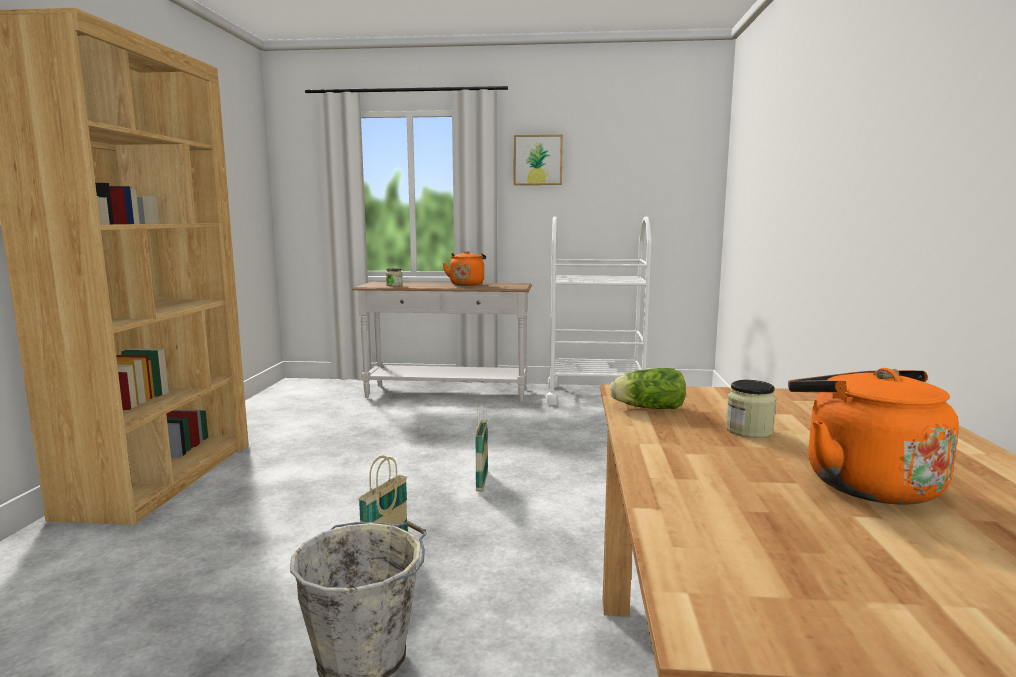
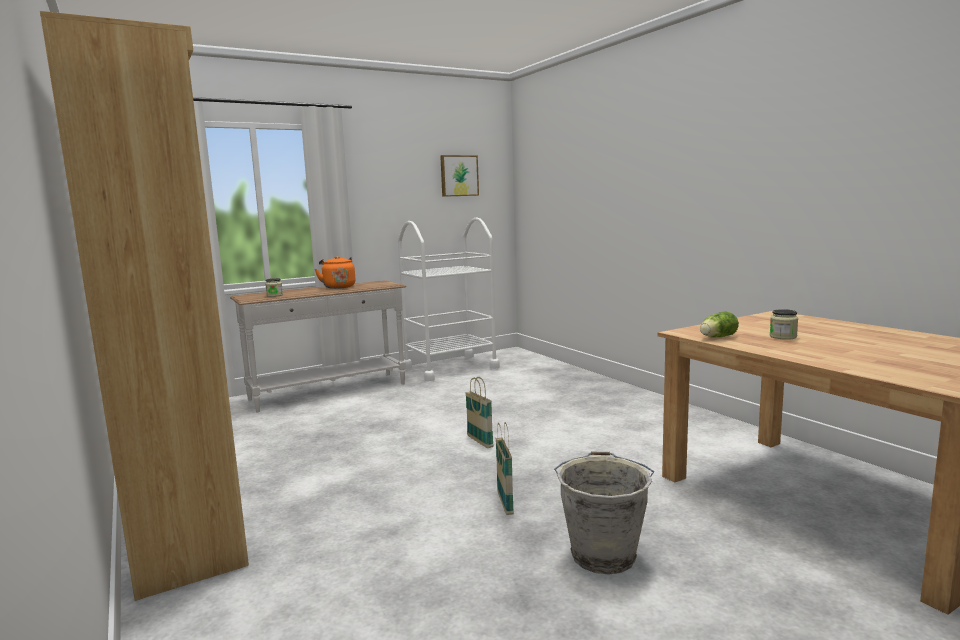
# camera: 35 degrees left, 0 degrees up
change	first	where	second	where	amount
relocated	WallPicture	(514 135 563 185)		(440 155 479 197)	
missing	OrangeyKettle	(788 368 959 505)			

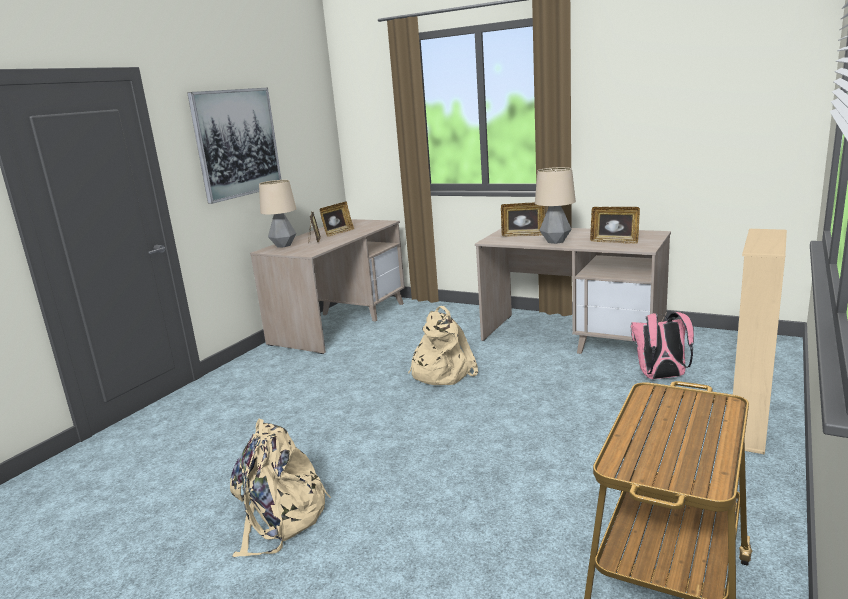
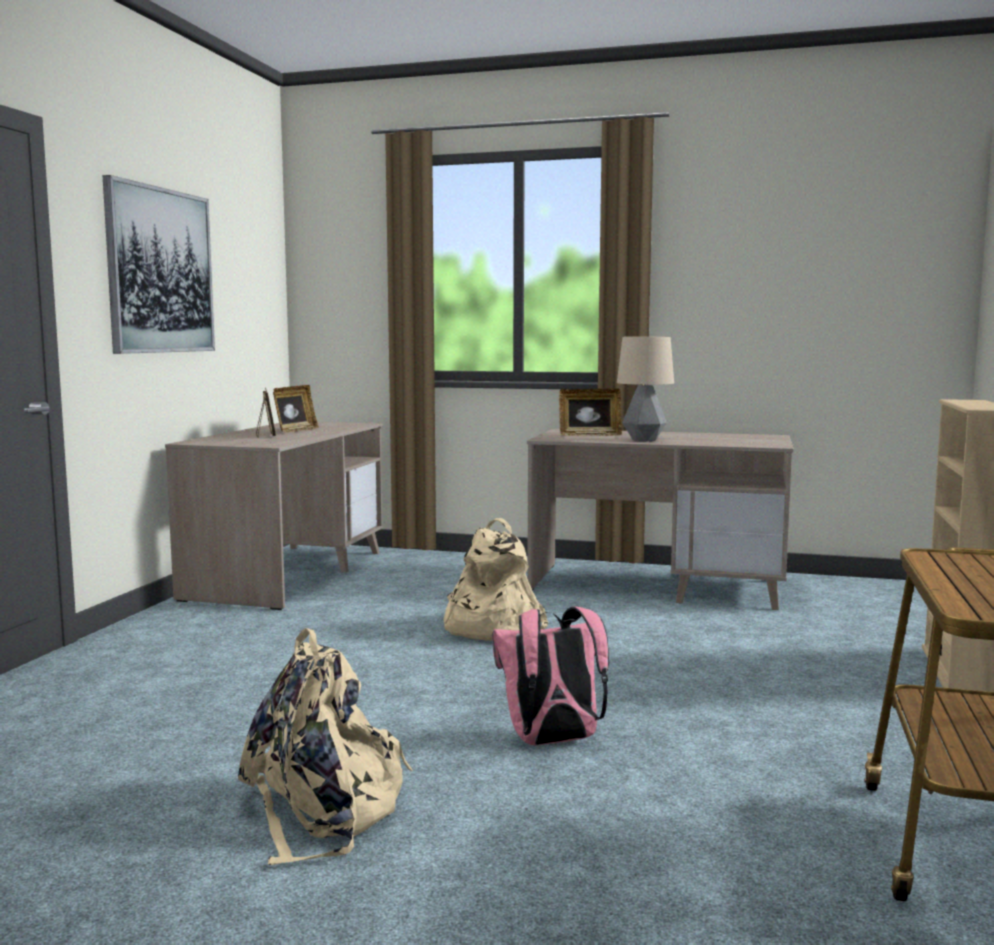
# camera: 15 degrees left, 10 degrees down
change	first	where	second	where	amount
relocated	PinkColouredKnapsack	(630 312 694 379)		(492 607 609 746)	
missing	TableLamp	(259 180 296 247)			
missing	PhotoFrame	(590 207 640 244)			

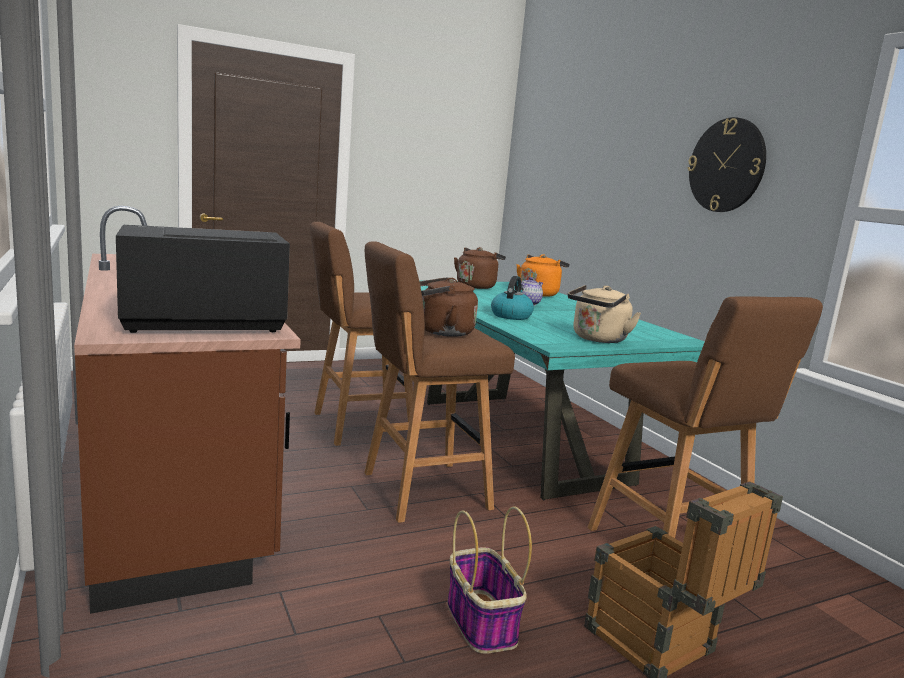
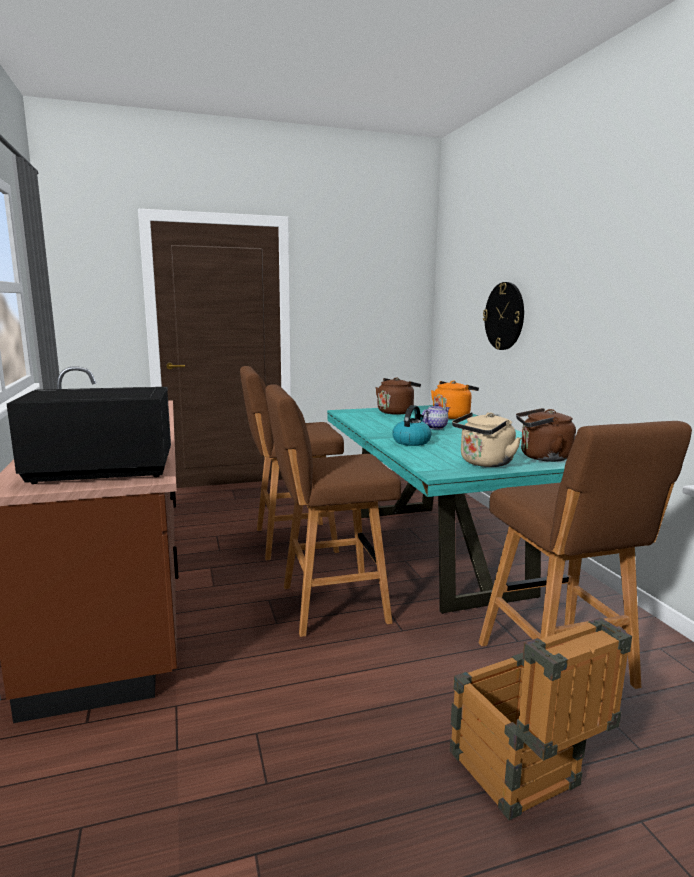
# camera: 10 degrees right, 0 degrees up
change	first	where	second	where	amount
relocated	HangingClock	(688 117 766 212)		(483 282 524 350)	
relocated	BrownColouredKettle	(420 277 478 337)		(516 408 576 462)	
missing	Basket	(447 506 532 654)			

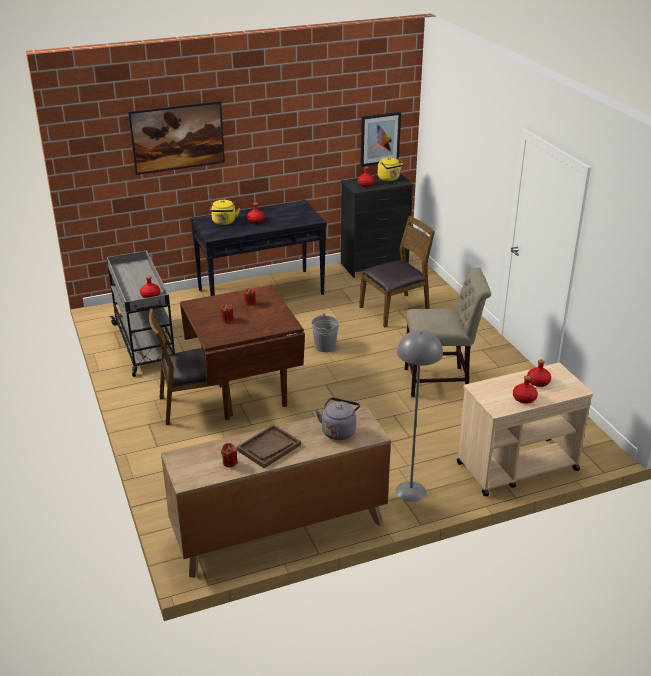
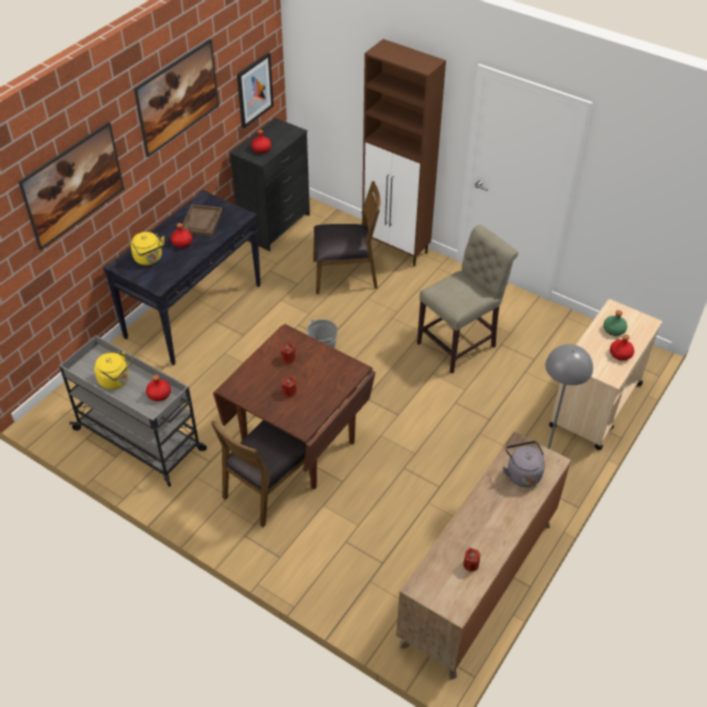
# camera: 35 degrees left, 15 degrees up
change	first	where	second	where	amount
relocated	YellowKettle	(378 158 404 181)		(94 351 132 389)	
appeared			WallPicture	(134 39 219 157)	
relocated	BrownColouredCarryingTray	(237 424 301 468)		(182 204 222 236)	
spun	BrownColouredChair	(359 216 435 327)		(313 181 380 294)	60 degrees clockwise
appeared			BrownColouredCabinet	(362 39 446 267)	
colour	ReddishBottle	(527 360 551 387)	GreenColouredBottle	(603 310 627 336)	

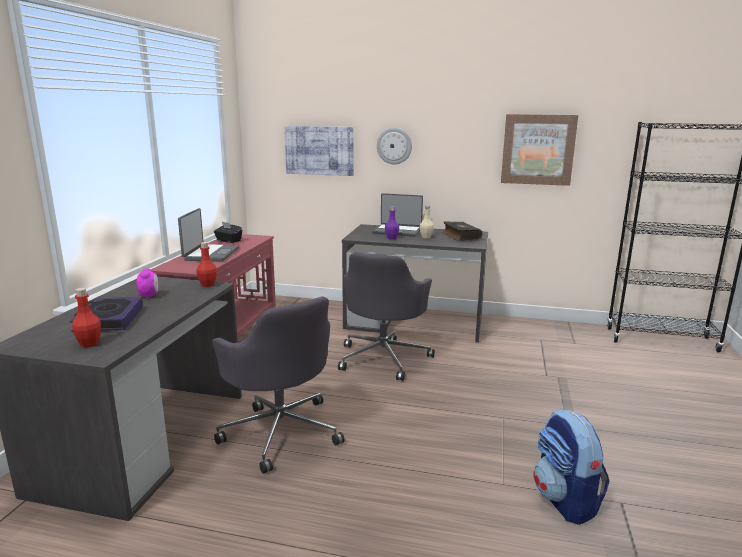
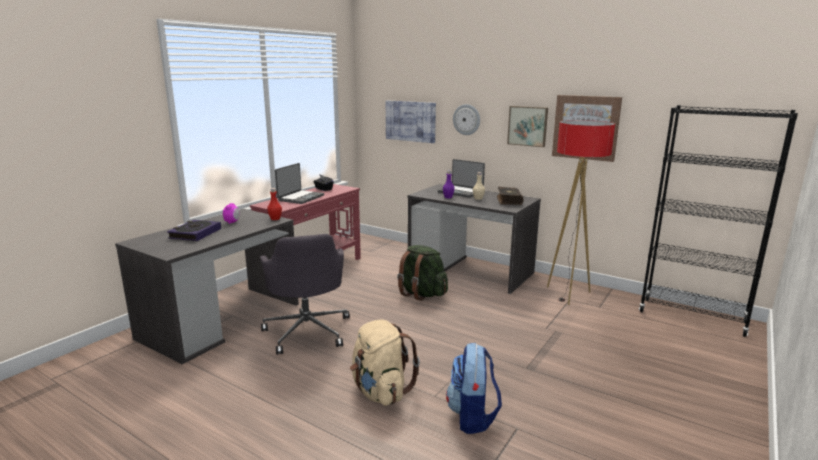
# camera: 20 degrees right, 0 degrees up
change	first	where	second	where	amount
appeared			BeigeKnapsack	(350 320 420 406)	
exchanged	GreyDeskChair	(338 252 435 381)	GreenColouredKnapsack	(397 245 448 301)	
appeared			WallPicture	(507 106 548 147)	
appeared			StandardLamp	(547 120 615 305)	
missing	ReddishBottle	(72 288 101 347)			

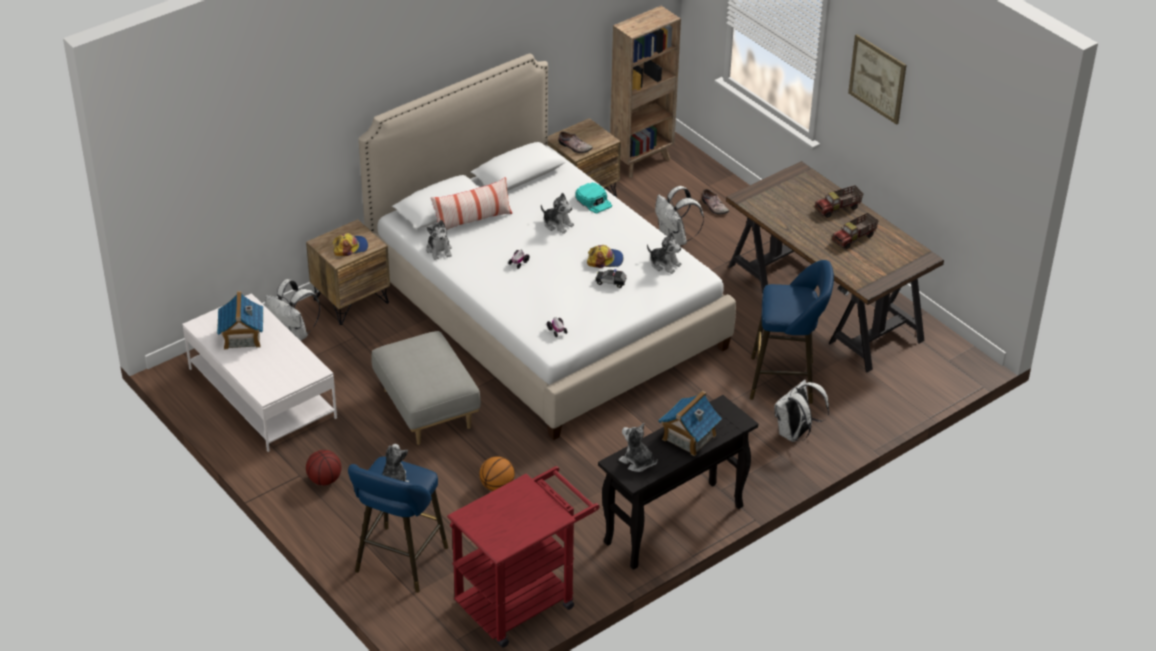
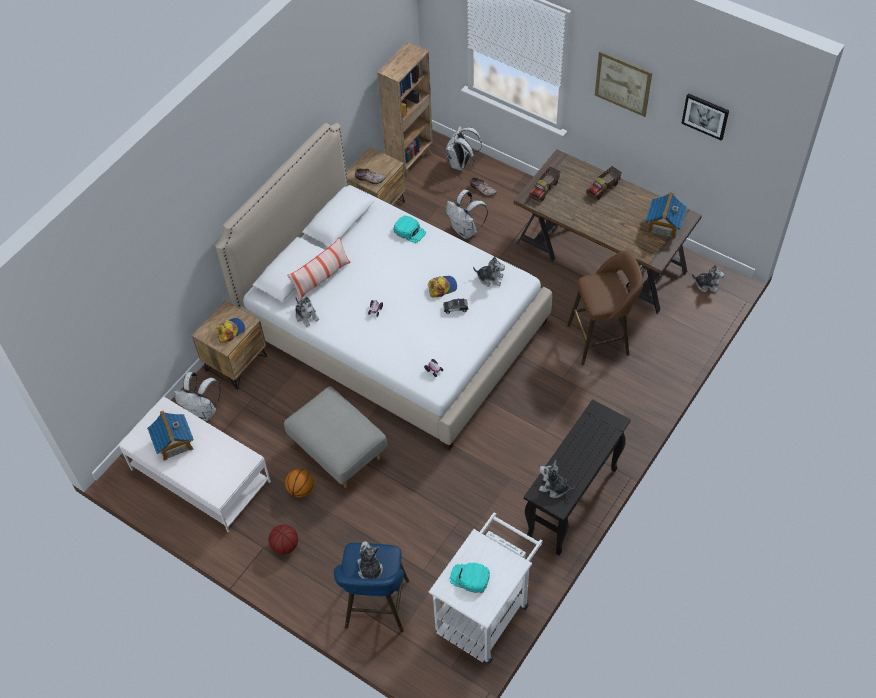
# camera: 15 degrees left, 15 degrees up
change	first	where	second	where	amount
relocated	BasketballBall	(480 456 515 491)		(285 469 313 497)	
colour	ReddishCart	(447 466 600 648)	WhiteCart	(428 513 543 664)	
relocated	WhiteKnapsack	(774 380 829 442)		(446 126 482 171)	
appeared			BlueGreenBaseballCap	(449 562 490 593)	
relocated	ModelTruck	(832 213 879 249)		(529 166 561 202)	
colour	BlueColouredStoolSeat	(750 260 834 404)	BrownColouredStoolSeat	(567 251 643 365)	
relocated	ModelHouse	(658 391 722 456)		(645 191 687 239)	
appeared			WallPicture	(681 93 729 140)	
relocated	CuddlyToy	(541 193 574 234)		(692 264 724 293)	

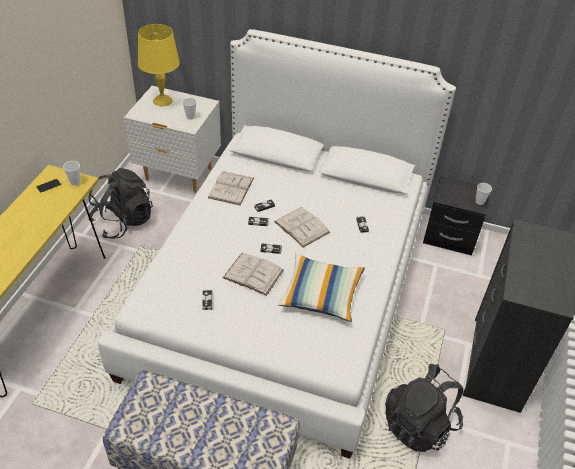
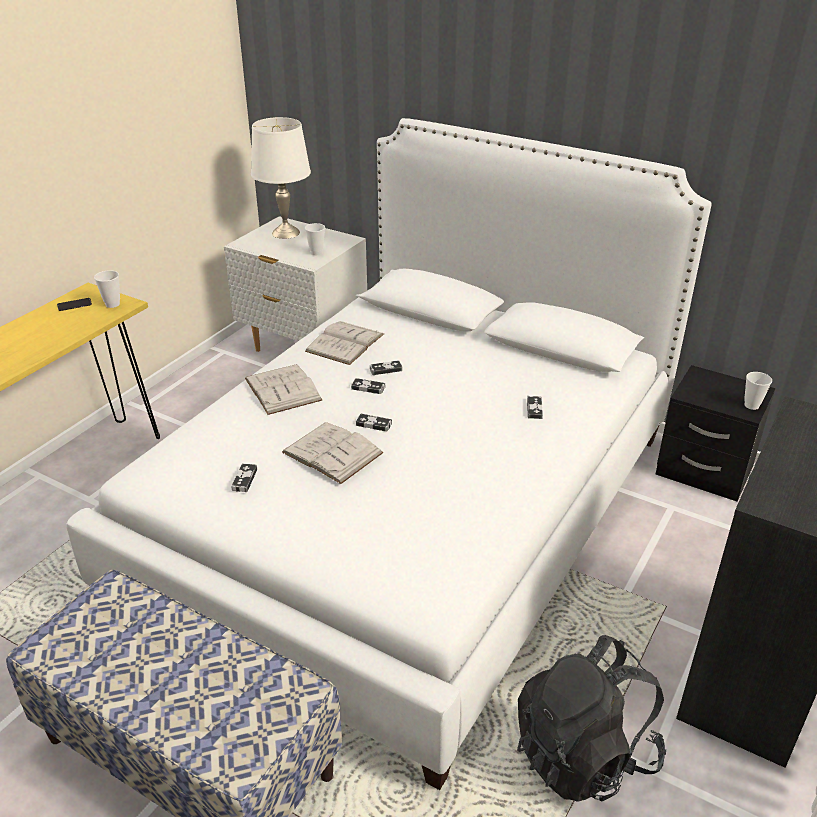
# camera: 15 degrees right, 10 degrees down
change	first	where	second	where	amount
relocated	WhiteVolume	(274 207 330 248)		(245 364 322 415)	
colour	YellowTableLamp	(138 24 180 106)	WhiteTableLamp	(251 117 311 239)	
missing	BlackishKnapsack	(88 168 153 239)			
missing	Pillow	(278 253 365 322)			

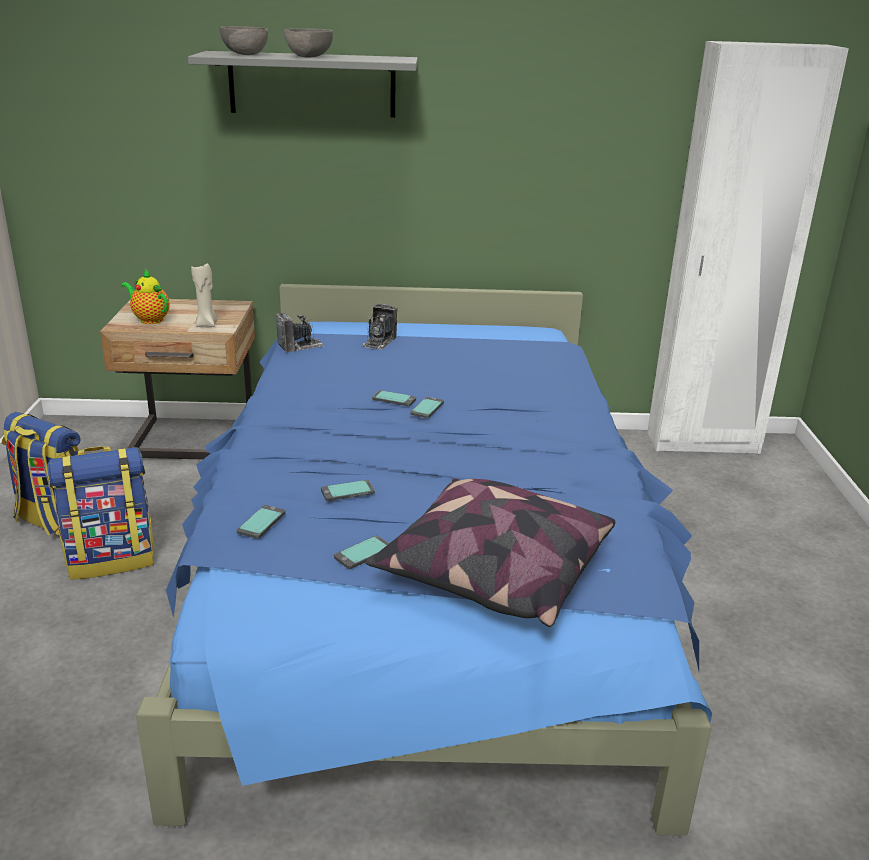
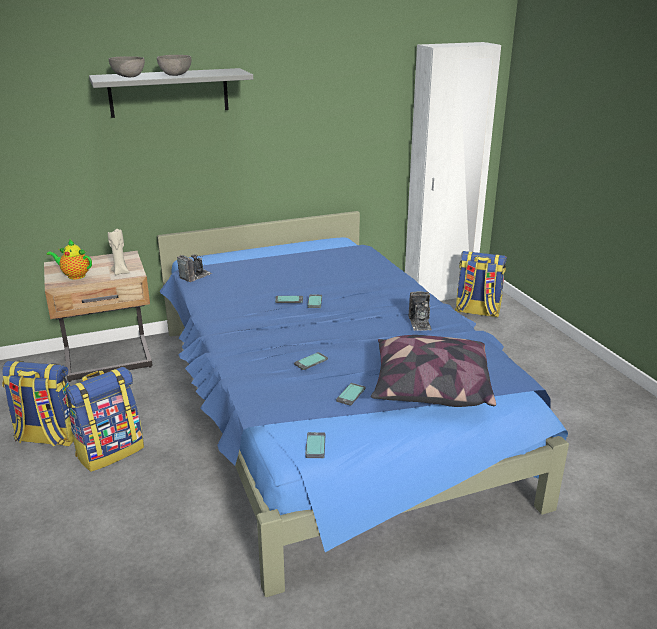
# camera: 20 degrees left, 0 degrees up
change	first	where	second	where	amount
relocated	Telephone	(237 505 286 539)		(305 432 325 458)	
relocated	StillCamera	(361 304 397 350)		(409 291 432 331)	
appeared			Knapsack	(455 251 507 317)	

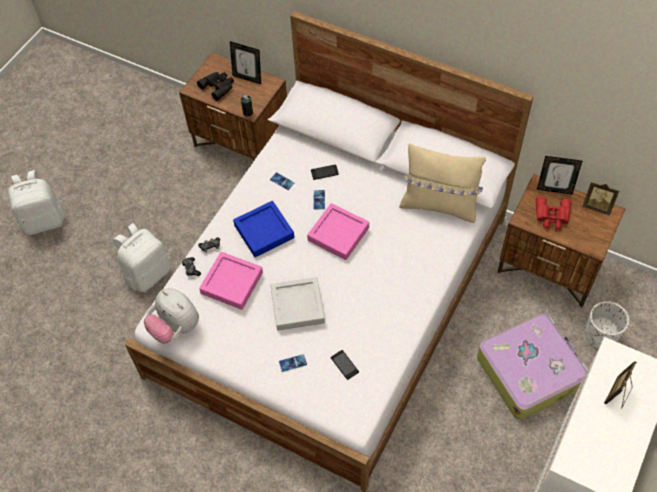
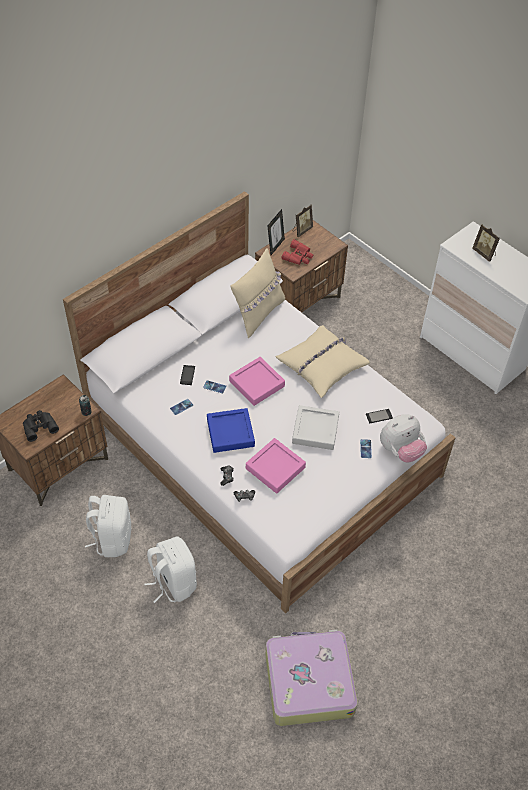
# camera: 75 degrees left, 5 degrees down
change	first	where	second	where	amount
relocated	WhiteKnapsack	(8 170 66 235)		(85 495 131 557)	
relocated	Suitcase	(477 314 588 420)		(265 630 358 726)	
appeared			BeigePillow	(275 325 370 398)	
relocated	CuddlyToy	(144 288 199 344)		(380 414 427 463)	
missing	PhotoFrame	(230 41 261 84)			
missing	WhitePlantPot	(585 301 629 349)			

